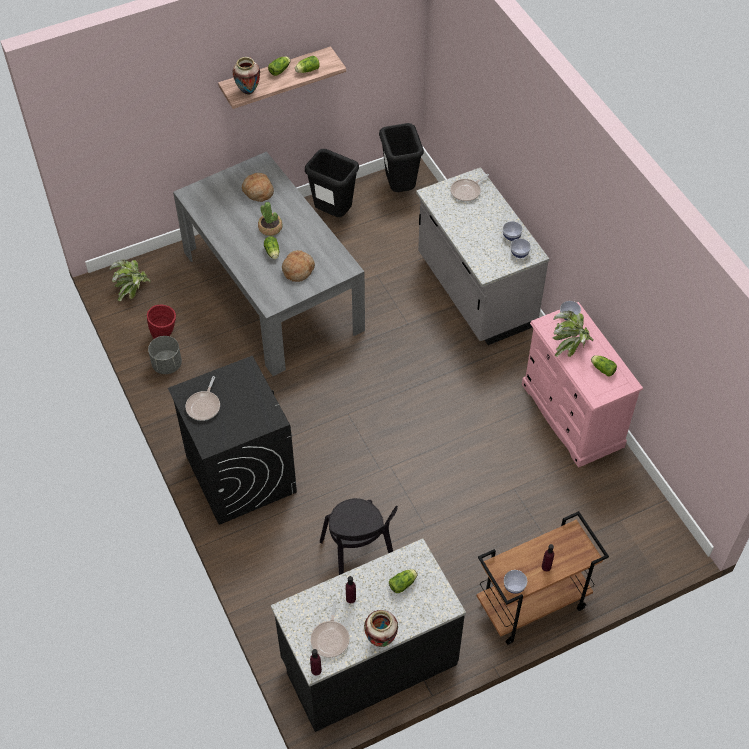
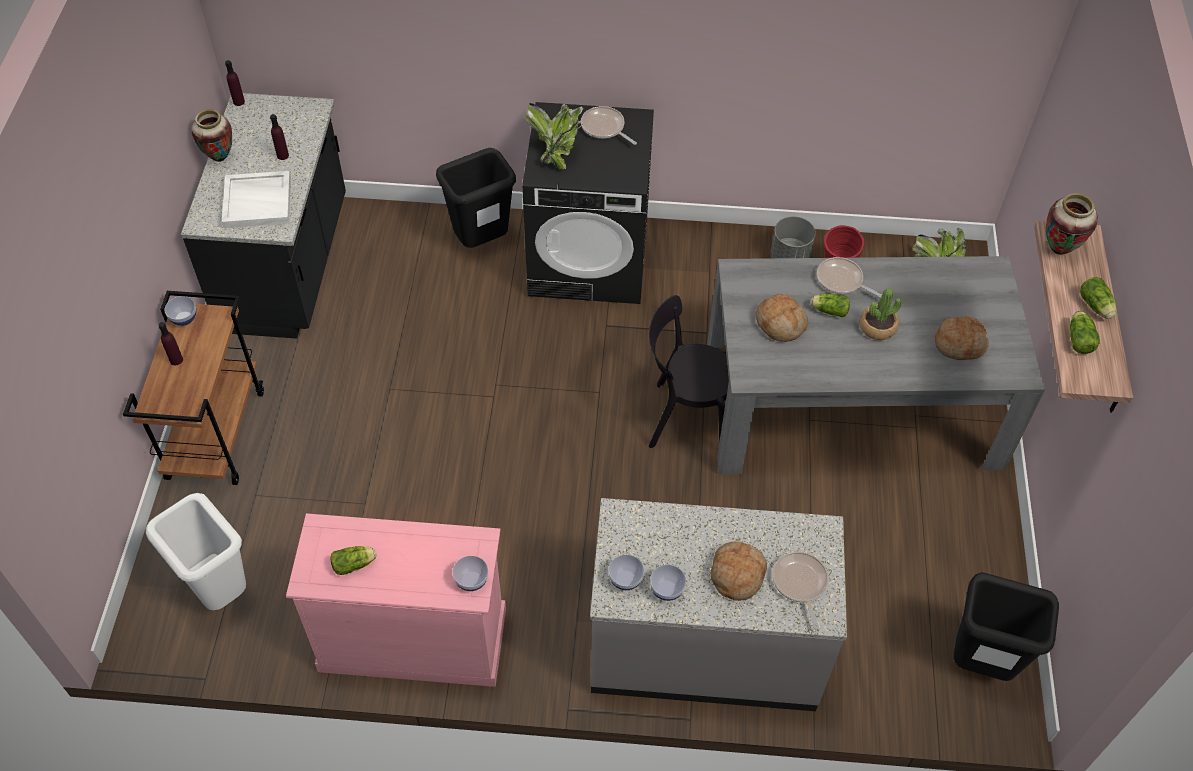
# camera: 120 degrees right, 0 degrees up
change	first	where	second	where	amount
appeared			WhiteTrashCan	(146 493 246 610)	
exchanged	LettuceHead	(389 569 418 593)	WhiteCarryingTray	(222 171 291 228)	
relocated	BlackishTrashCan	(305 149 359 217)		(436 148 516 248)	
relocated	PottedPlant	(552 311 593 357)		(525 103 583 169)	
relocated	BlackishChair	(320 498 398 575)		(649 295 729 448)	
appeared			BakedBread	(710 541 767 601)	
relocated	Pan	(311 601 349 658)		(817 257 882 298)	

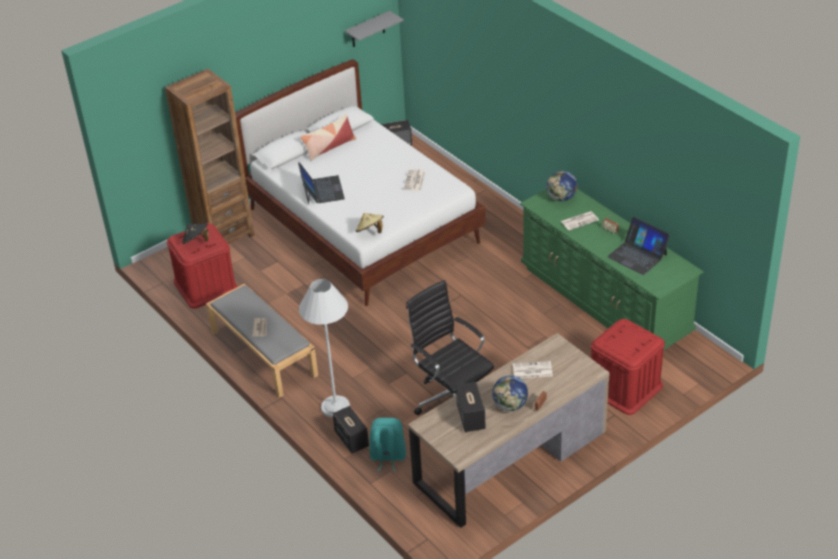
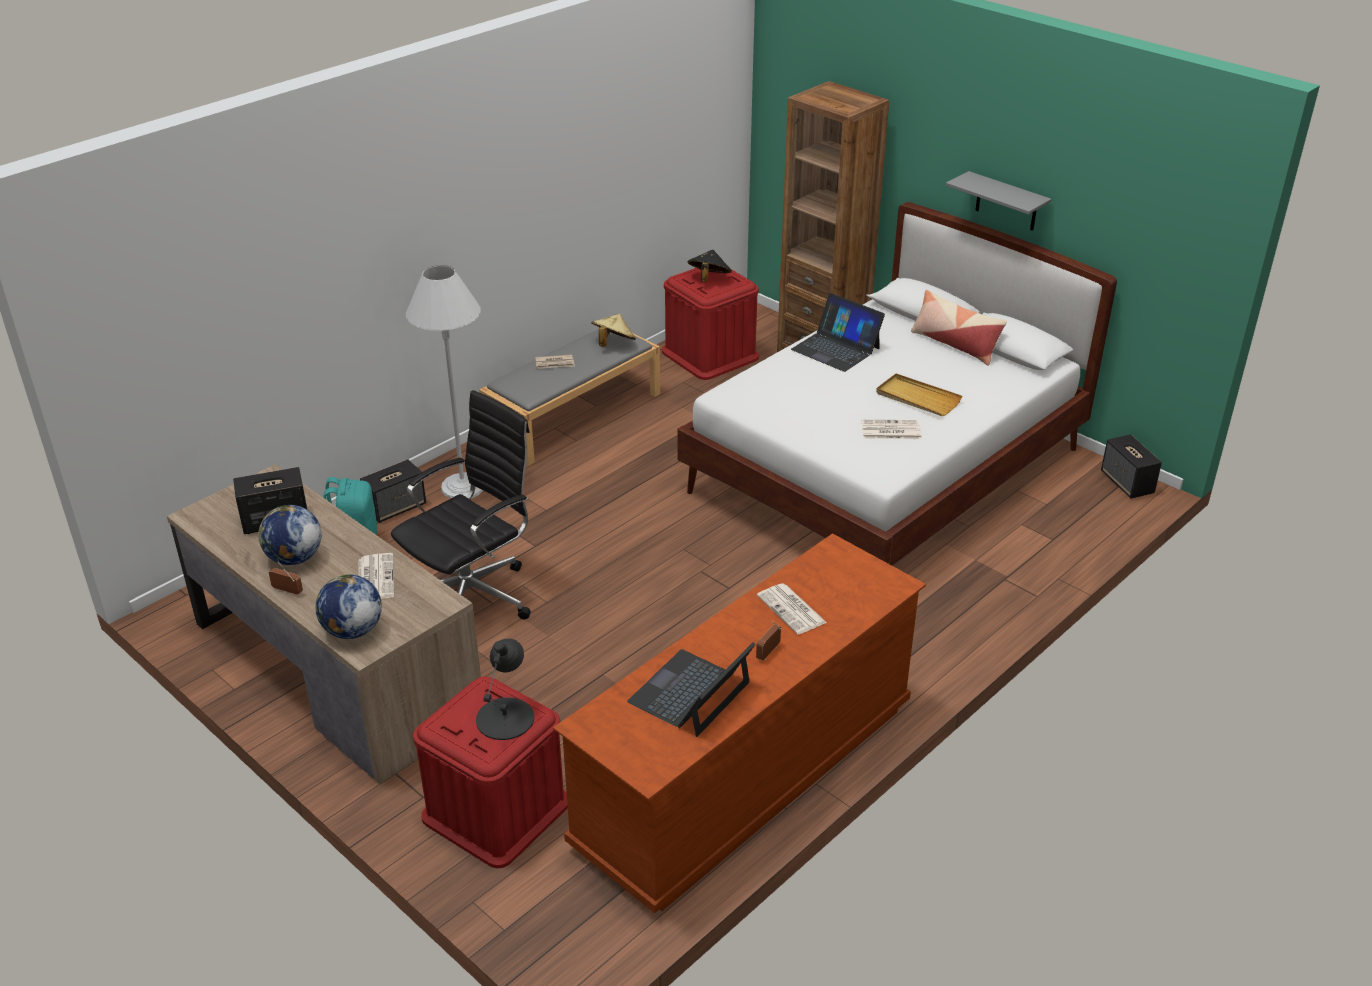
# camera: 80 degrees right, 5 degrees down
change	first	where	second	where	amount
relocated	WorldGlobe	(547 171 577 201)		(315 574 382 639)	
appeared			BlackishTableLamp	(476 639 534 740)	
colour	GreenColouredDrawerChest	(520 189 704 350)	BrownColouredDrawerChest	(553 534 926 913)	
relocated	BeigeClothingHat	(356 213 384 233)		(591 314 636 347)	
spun	Laptop	(298 162 345 205)		(791 293 885 372)	60 degrees clockwise
appeared			BeigeCarryingTray	(876 374 962 416)	
relocated	GreyBracketShelf	(345 11 404 47)		(946 171 1051 231)	

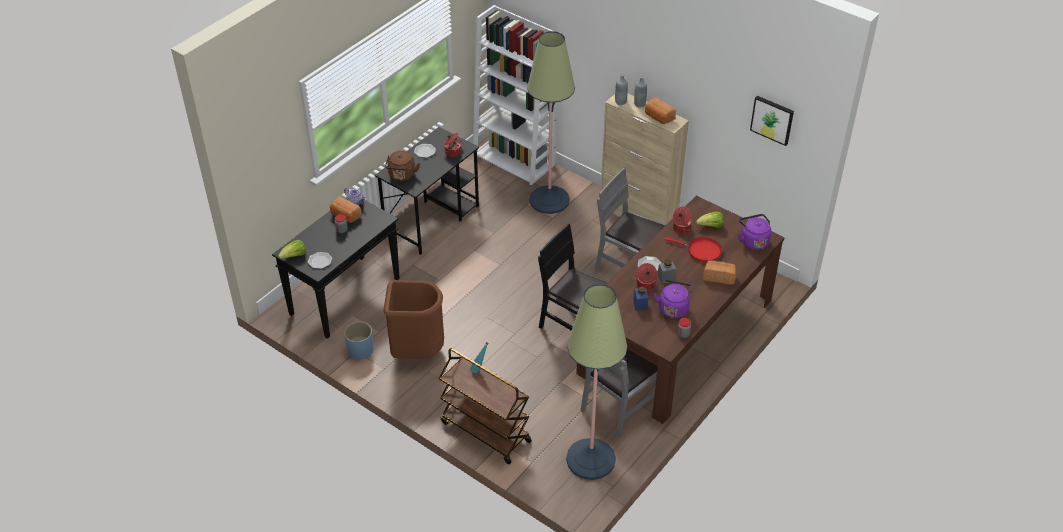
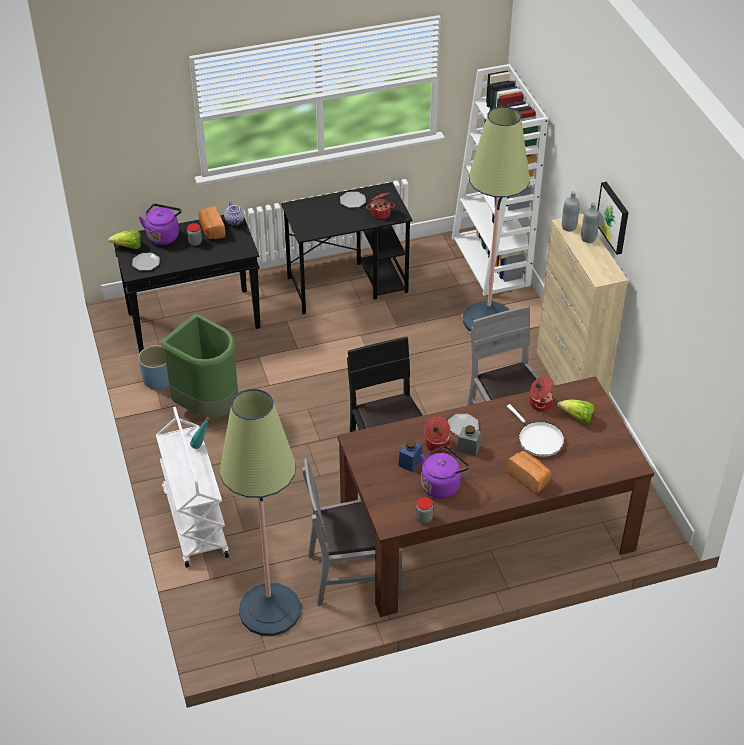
# camera: 35 degrees right, 0 degrees up
change	first	where	second	where	amount
relocated	PurpleColouredKettle	(738 214 771 250)		(139 204 182 245)	
colour	BrownColouredCart	(439 348 532 464)	WhiteCart	(156 407 229 568)	
colour	BrownColouredTrashCan	(383 280 444 358)	GreenColouredTrashCan	(161 314 238 419)	
colour	ReddishPan	(665 237 722 262)	WhitePan	(507 404 564 457)	
relocated	WallPicture	(750 96 794 146)		(597 182 629 255)	
missing	BrownColouredKettle	(385 151 420 181)			
missing	BakedBread	(645 97 676 124)			

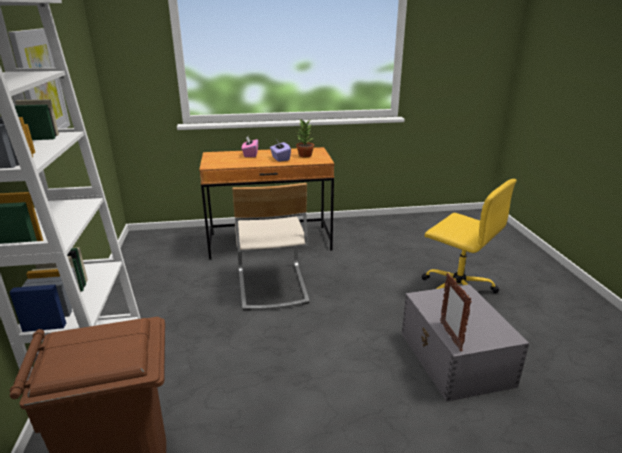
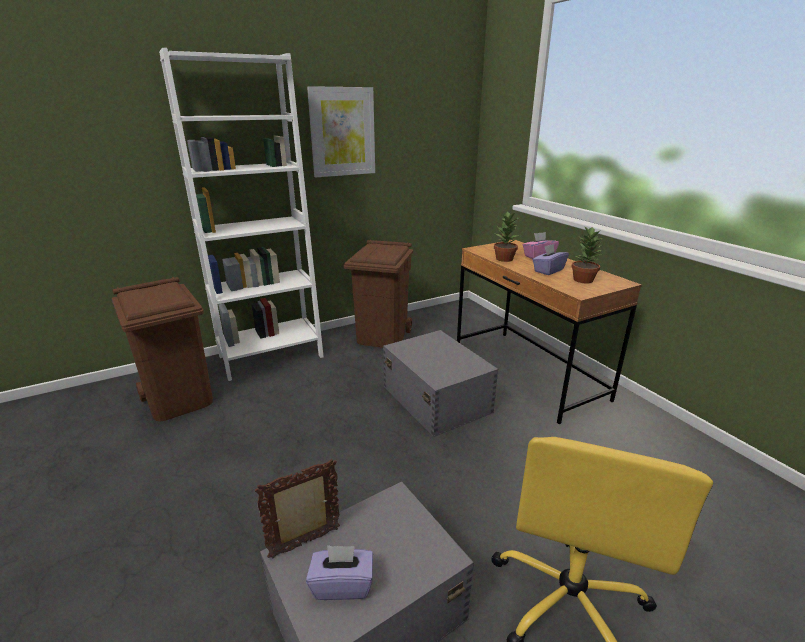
# camera: 70 degrees right, 0 degrees up
change	first	where	second	where	amount
appeared			PurpleColouredTissueHolder	(306 545 373 600)	
appeared			BrownColouredTrashCan	(344 240 413 348)	
exchanged	BeigeChair	(232 183 310 311)	GreyStorageBox	(383 330 498 437)	
appeared			PottedPlant	(494 211 520 262)	

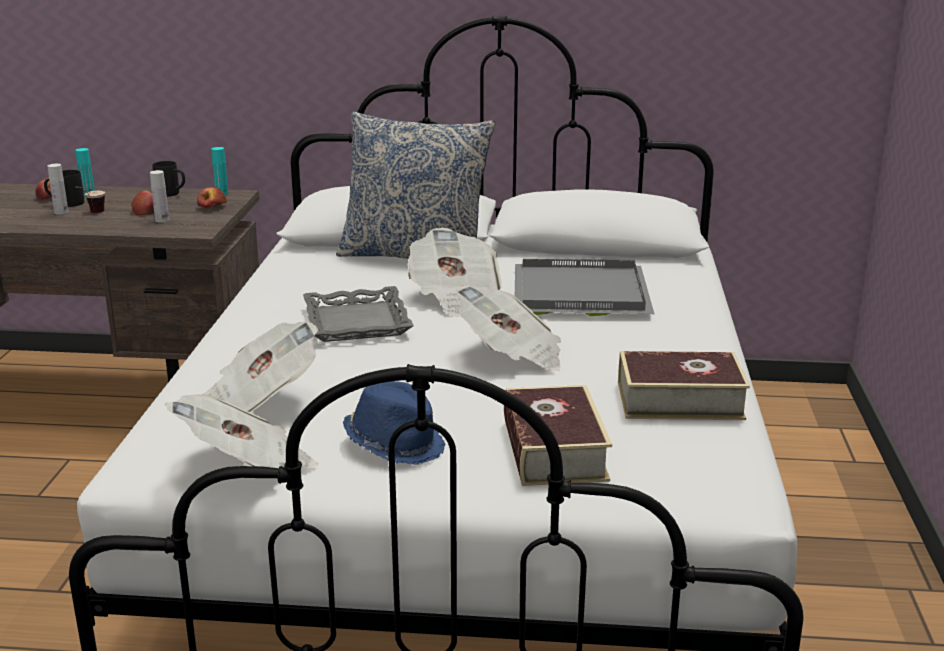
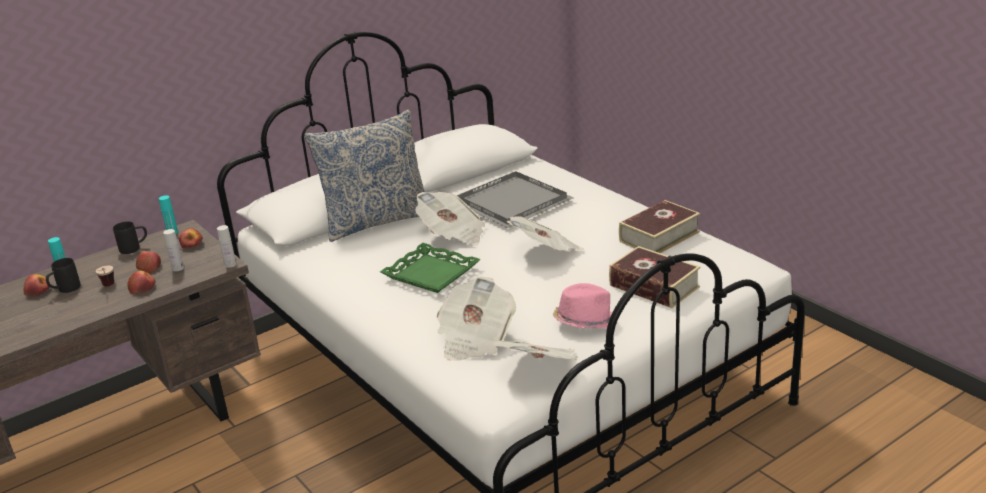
# camera: 40 degrees left, 5 degrees up
change	first	where	second	where	amount
appeared			WholeApple	(127 271 156 294)	
relocated	WhiteBottle	(47 164 68 215)		(217 225 236 268)	
colour	GreyCarryingTray	(303 286 414 342)	GreenColouredCarryingTray	(380 243 481 293)	
colour	BlueColouredClothingHat	(343 381 445 465)	PinkColouredClothingHat	(552 283 617 328)	

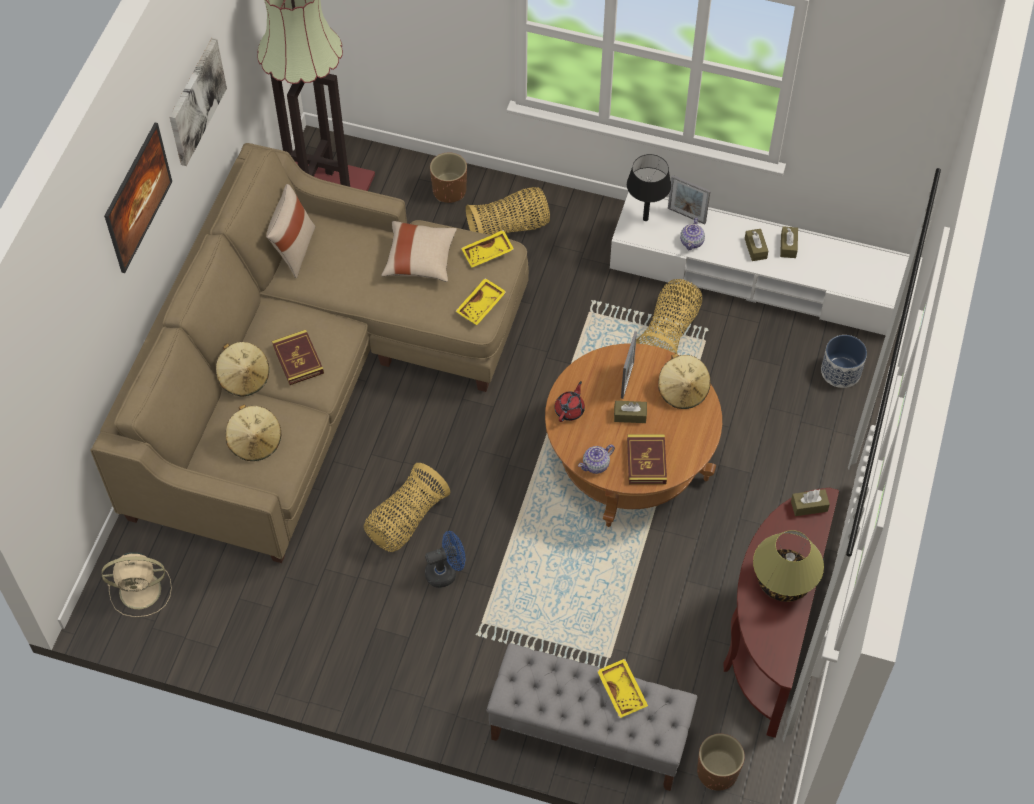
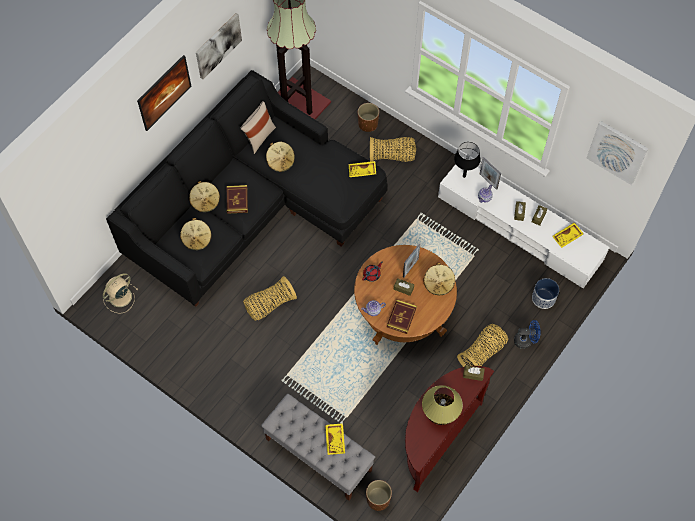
# camera: 20 degrees right, 5 degrees up
change	first	where	second	where	amount
spun	BeigeFan	(102 552 172 617)		(103 273 137 314)	120 degrees clockwise
colour	BeigeCouch	(90 143 529 563)	BlackishCouch	(106 70 387 307)	
appeared			BeigeClothingHat	(266 142 295 172)	
relocated	Basket	(636 279 702 353)		(457 324 508 367)	
relocated	BlueColouredFan	(425 531 466 588)		(514 320 541 349)	
relocated	YellowCarryingTray	(455 278 506 325)		(552 222 584 248)	
appeared			WallPicture	(586 121 648 185)	
missing	BeigePillow	(381 221 457 282)			

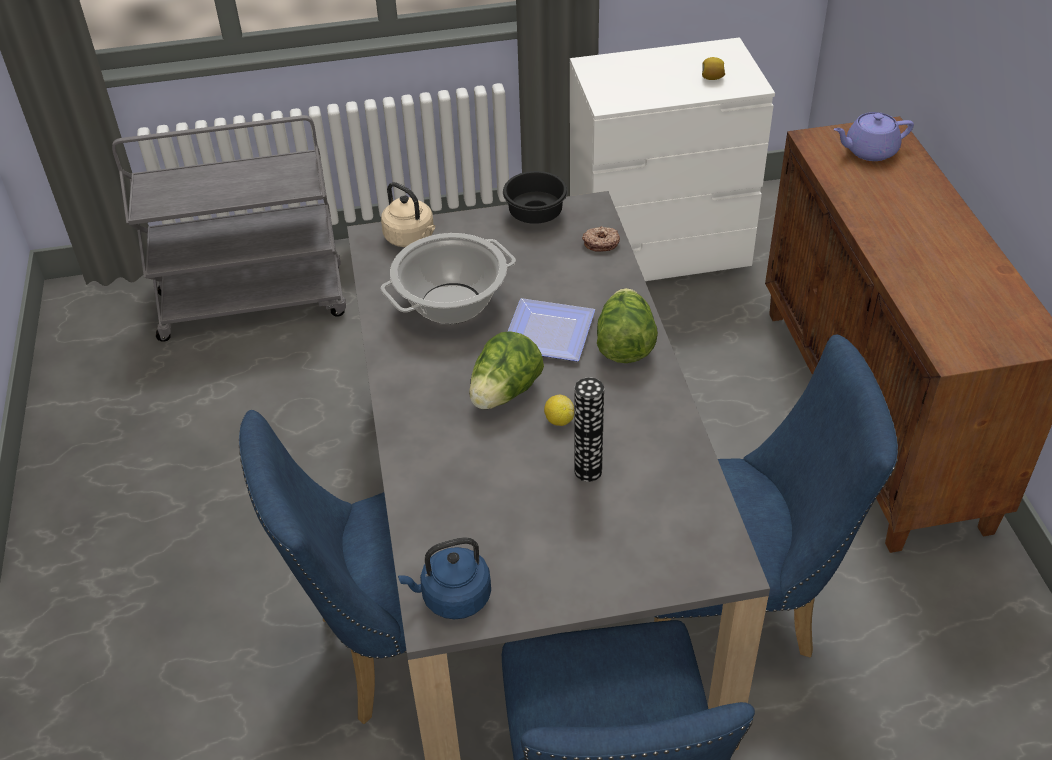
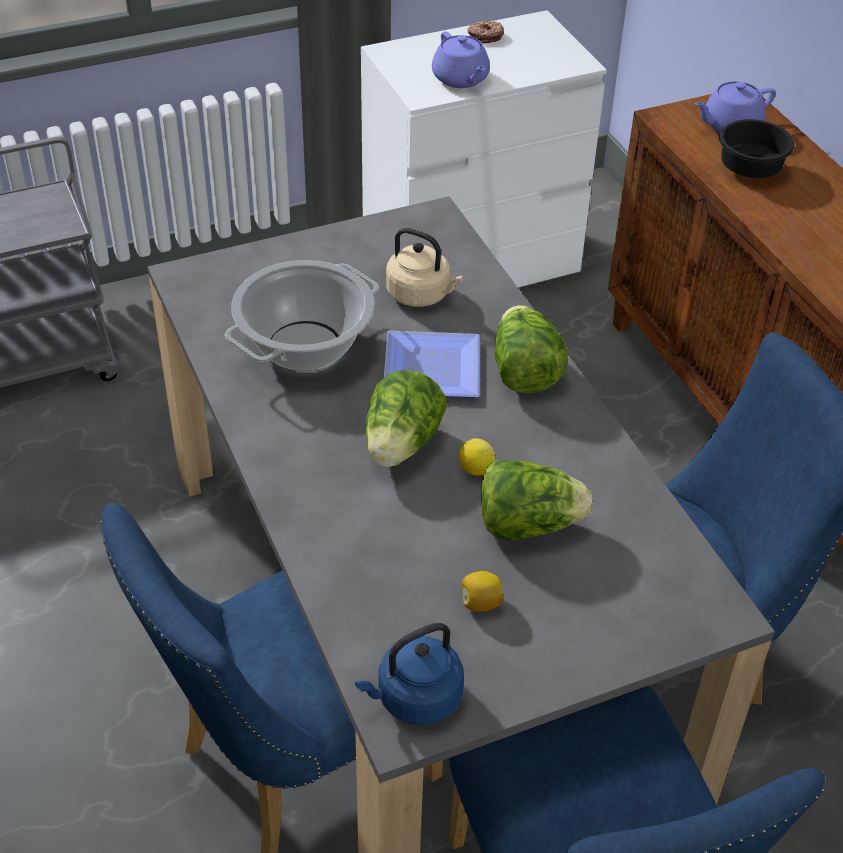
# camera: 15 degrees left, 0 degrees up
change	first	where	second	where	amount
relocated	BeigeKettle	(381 182 435 247)		(386 228 463 307)	
appeared			PurpleColouredPotForTea	(432 31 490 88)	
relocated	CitrusFruit	(702 57 725 80)		(462 571 504 612)	
relocated	Donut	(582 226 620 252)		(467 20 504 43)	
exchanged	FlowerVase	(574 378 604 482)	LettuceHead	(481 461 593 540)	
relocated	BlackishDeepDish	(503 171 568 224)		(719 119 794 178)	

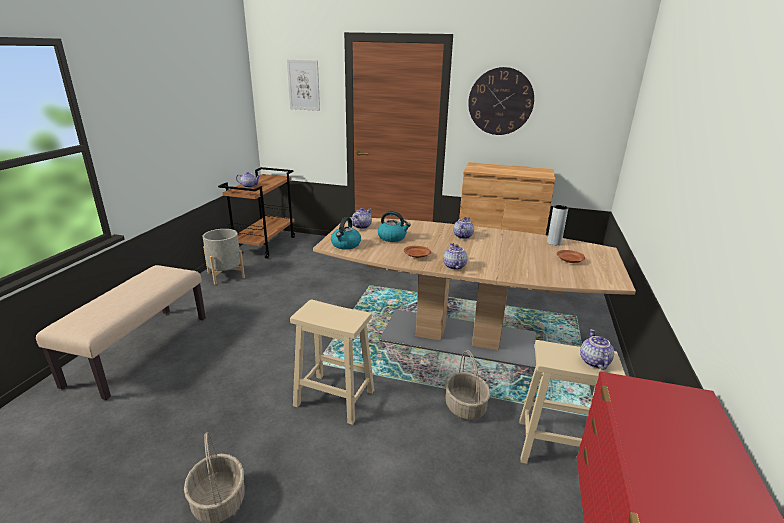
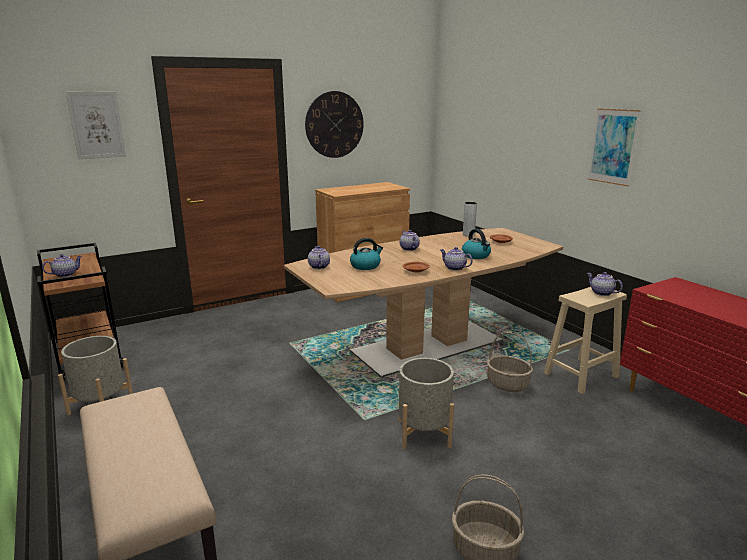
# camera: 45 degrees left, 5 degrees down
change	first	where	second	where	amount
exchanged	BeigeStoolSeat	(290 299 374 425)	GreyPlantPot	(399 358 454 449)	
relocated	Kettle	(331 217 361 250)		(462 229 491 259)	
appeared			WallPicture	(588 108 641 186)	

